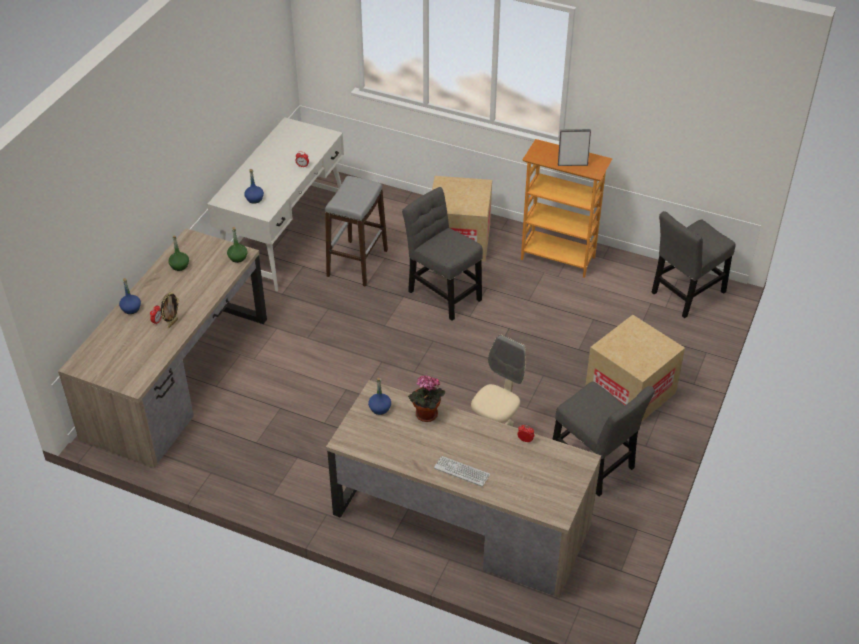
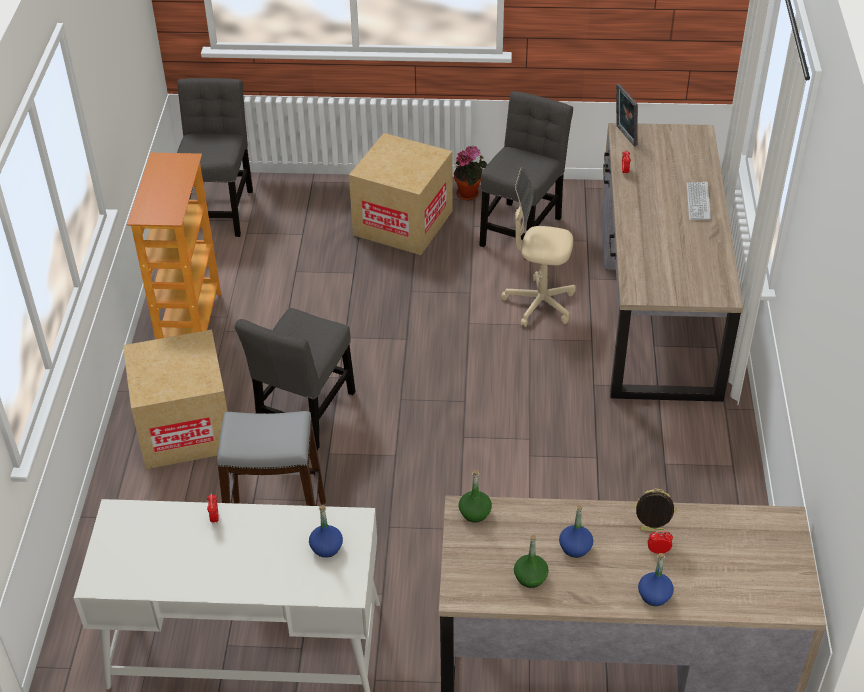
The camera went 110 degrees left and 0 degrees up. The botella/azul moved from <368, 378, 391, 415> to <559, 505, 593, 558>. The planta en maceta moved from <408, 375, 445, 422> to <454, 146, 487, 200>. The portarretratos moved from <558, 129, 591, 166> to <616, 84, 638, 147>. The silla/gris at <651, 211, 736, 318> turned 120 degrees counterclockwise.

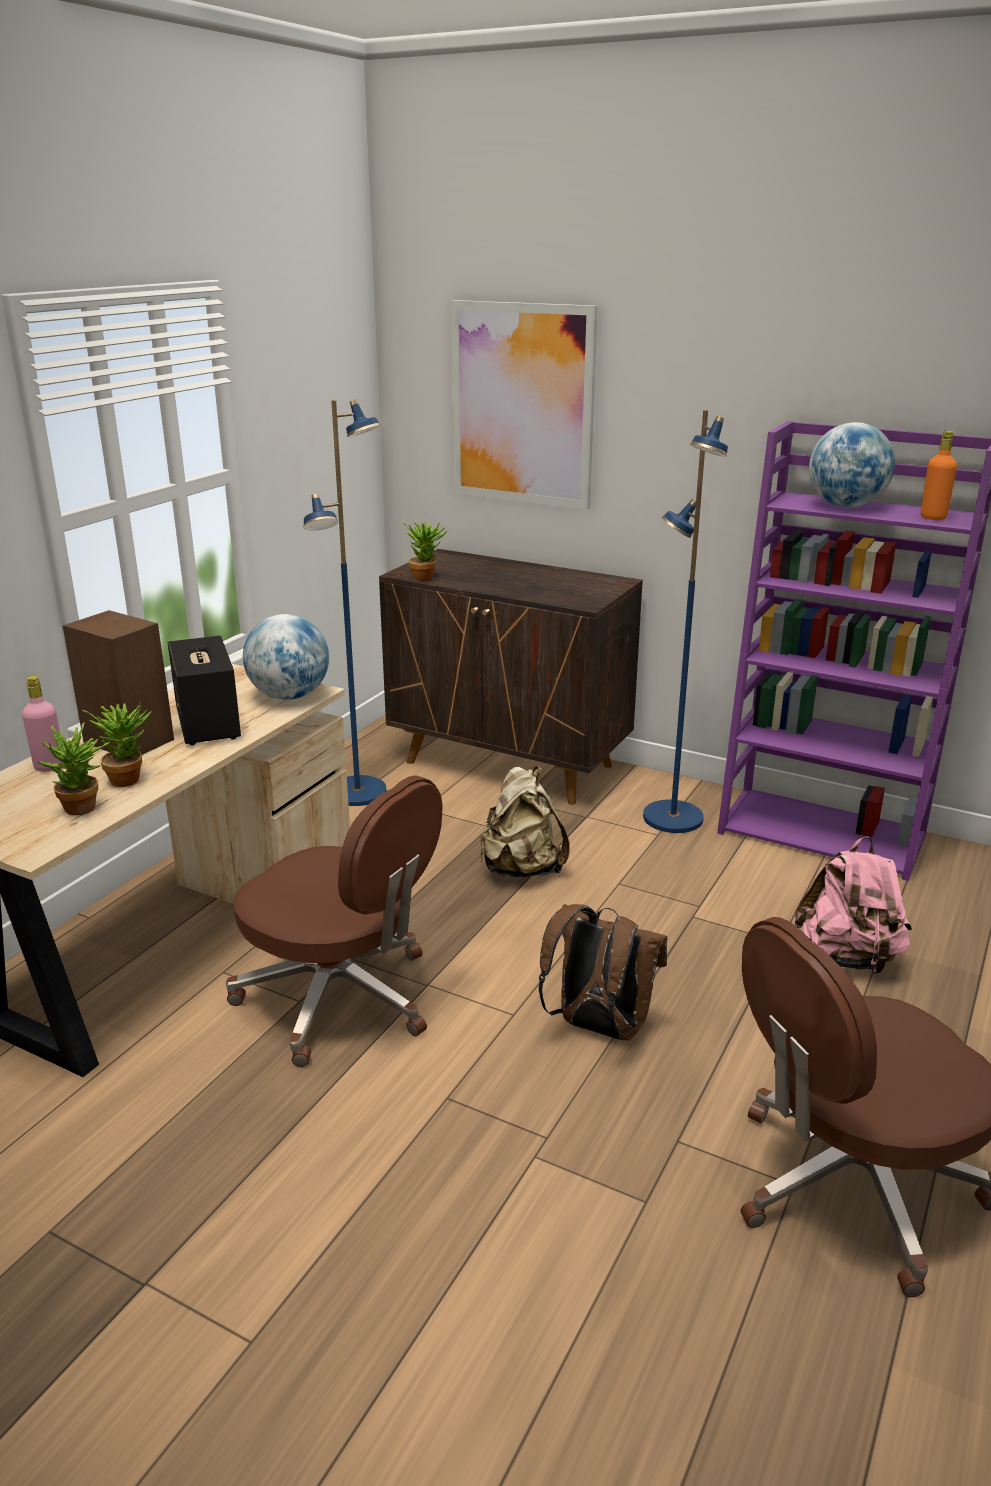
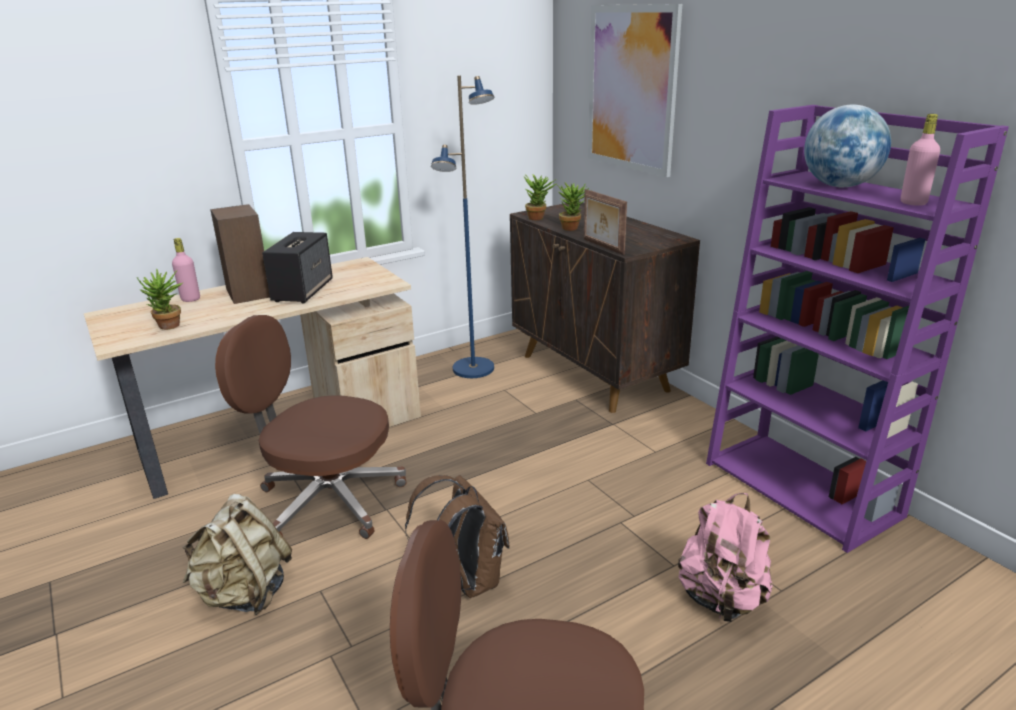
The camera went 30 degrees right and 0 degrees up. The planta en maceta moved from <83, 702, 152, 787> to <556, 183, 592, 231>. The silla de oficina/marrón at <226, 775, 443, 1067> turned 135 degrees clockwise. The globo terráqueo at <243, 614, 329, 700> disappeared. The mochila/beis moved from <480, 767, 570, 877> to <183, 494, 292, 615>. The lámpara de pie/azul at <643, 410, 728, 833> disappeared. The botella/naranja at <921, 431, 957, 520> became the botella/rosa at <901, 114, 940, 206>. The portarretratos at <584, 189, 627, 255> appeared.

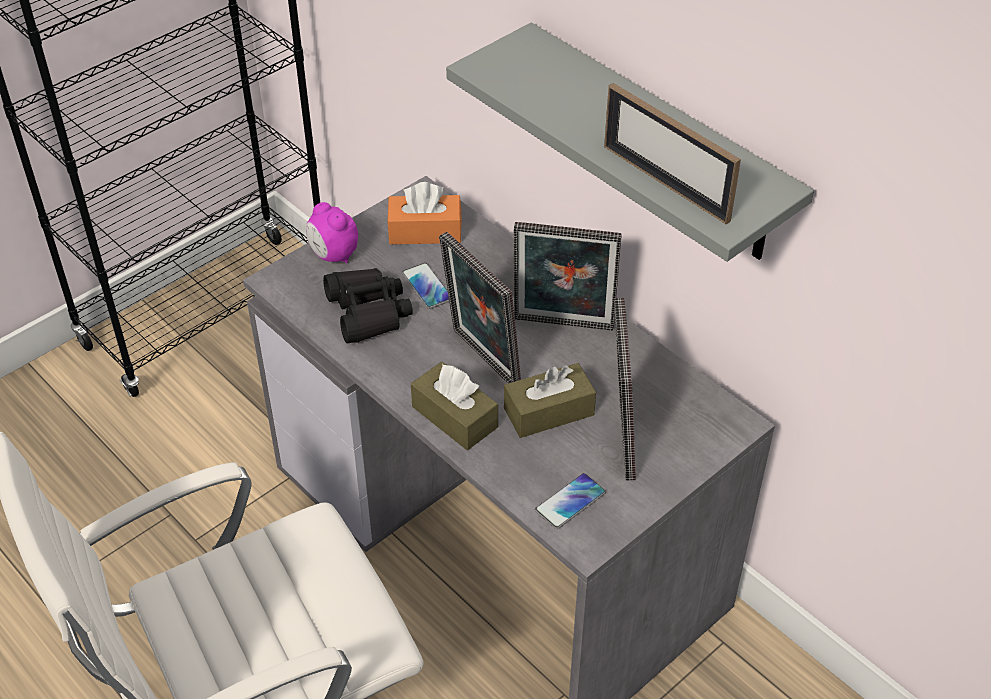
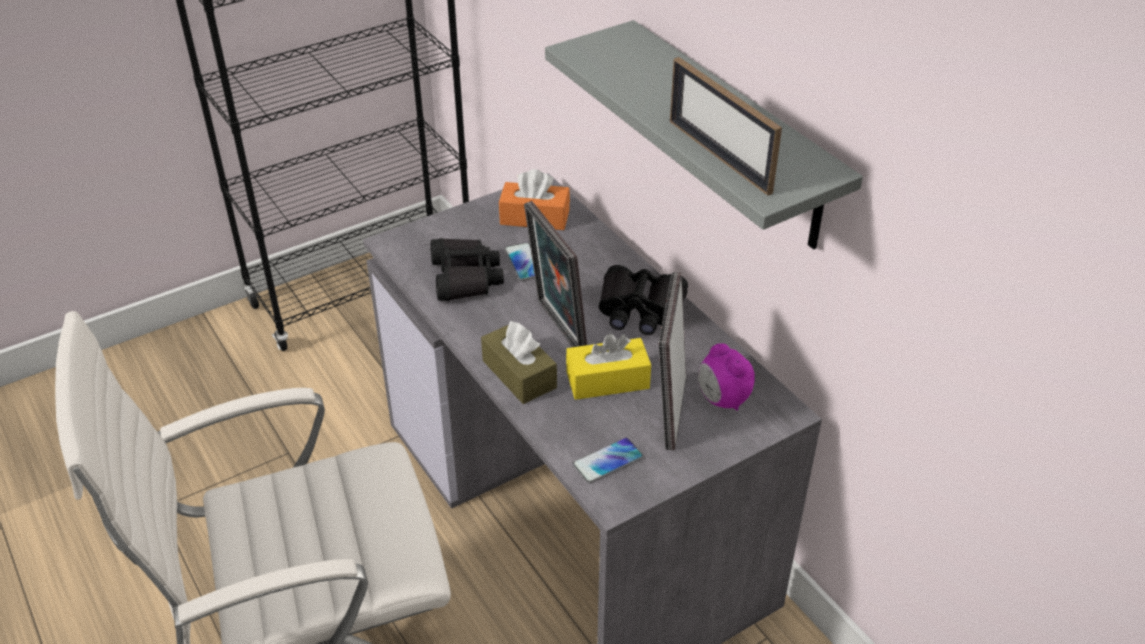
The camera went 10 degrees right and 5 degrees down. The despertador moved from <306, 202, 358, 263> to <698, 343, 755, 411>. The caja de pañuelos/marrón at <504, 363, 596, 438> became the caja de pañuelos/amarillo at <566, 333, 651, 400>. The portarretratos at <514, 222, 622, 331> was replaced by the prismáticos/negro at <598, 265, 688, 335>.

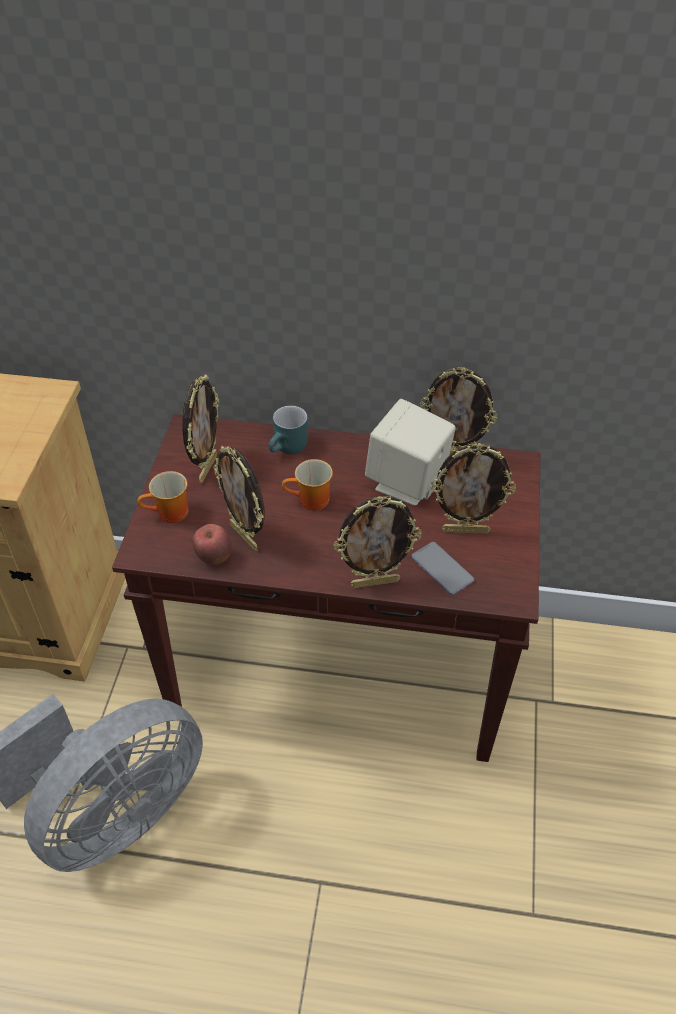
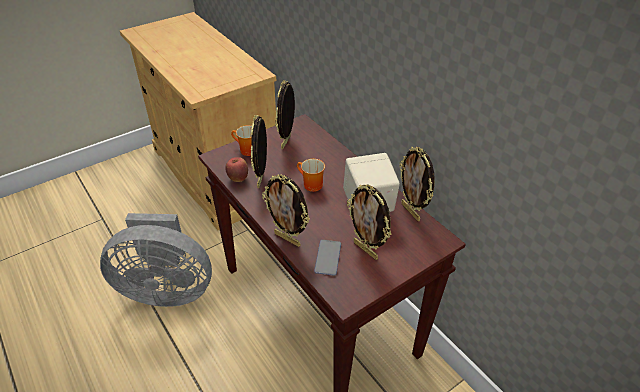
The camera went 45 degrees right and 5 degrees down. The portarretratos at <182, 374, 219, 483> turned 135 degrees clockwise. The taza grande/turquesa at <269, 406, 308, 454> disappeared.

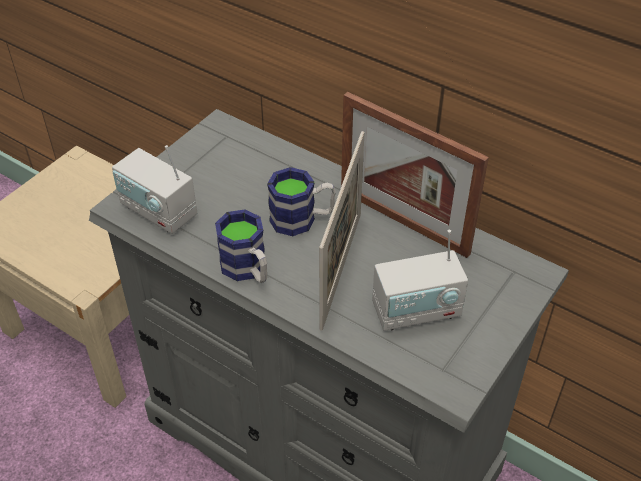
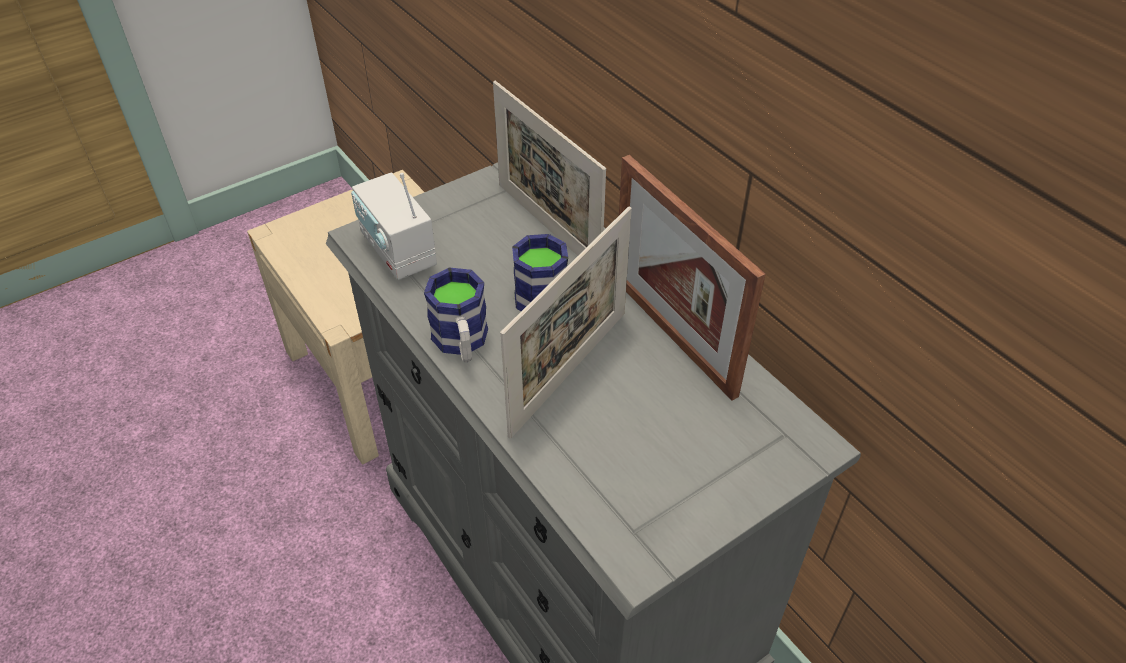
The camera went 20 degrees right and 0 degrees up. The radio at <372, 230, 468, 331> disappeared. The portarretratos at <493, 81, 606, 256> appeared.

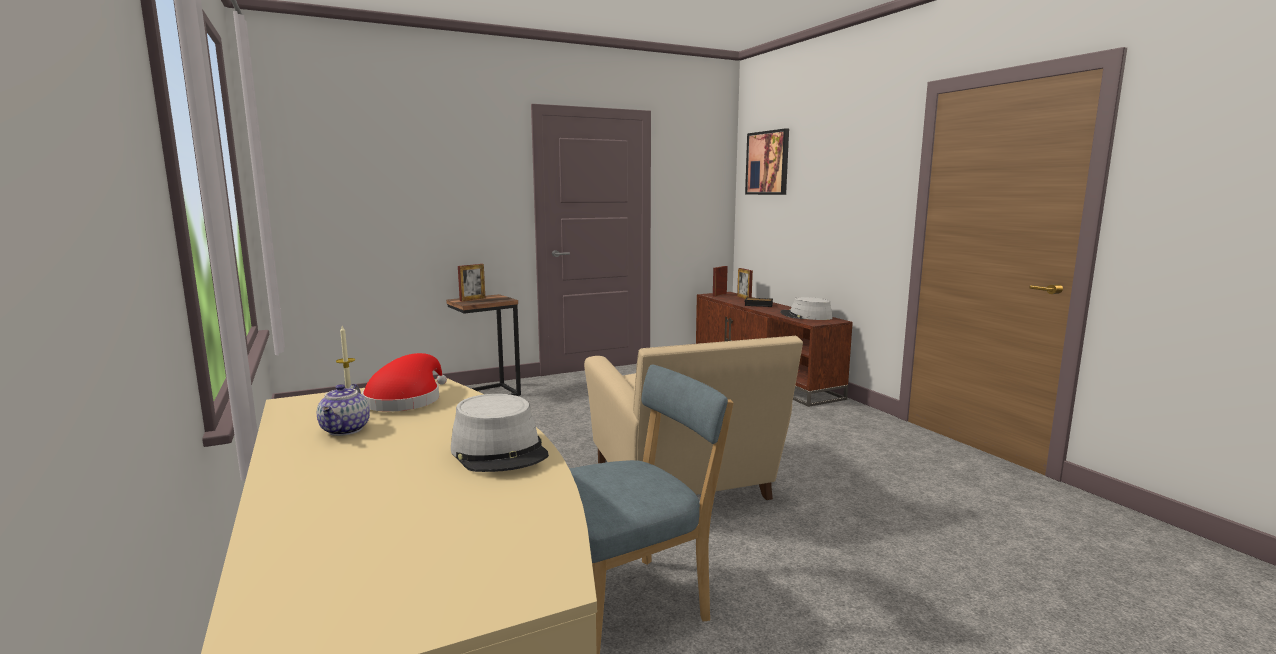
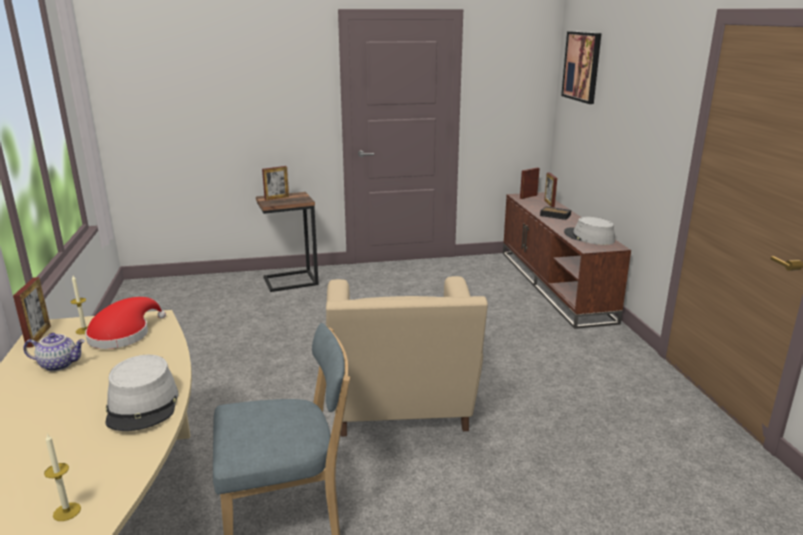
The camera went 15 degrees right and 10 degrees up. The tetera at <317, 384, 370, 436> turned 105 degrees counterclockwise. The portarretratos at <13, 277, 51, 348> appeared. The vela at <44, 433, 81, 521> appeared.

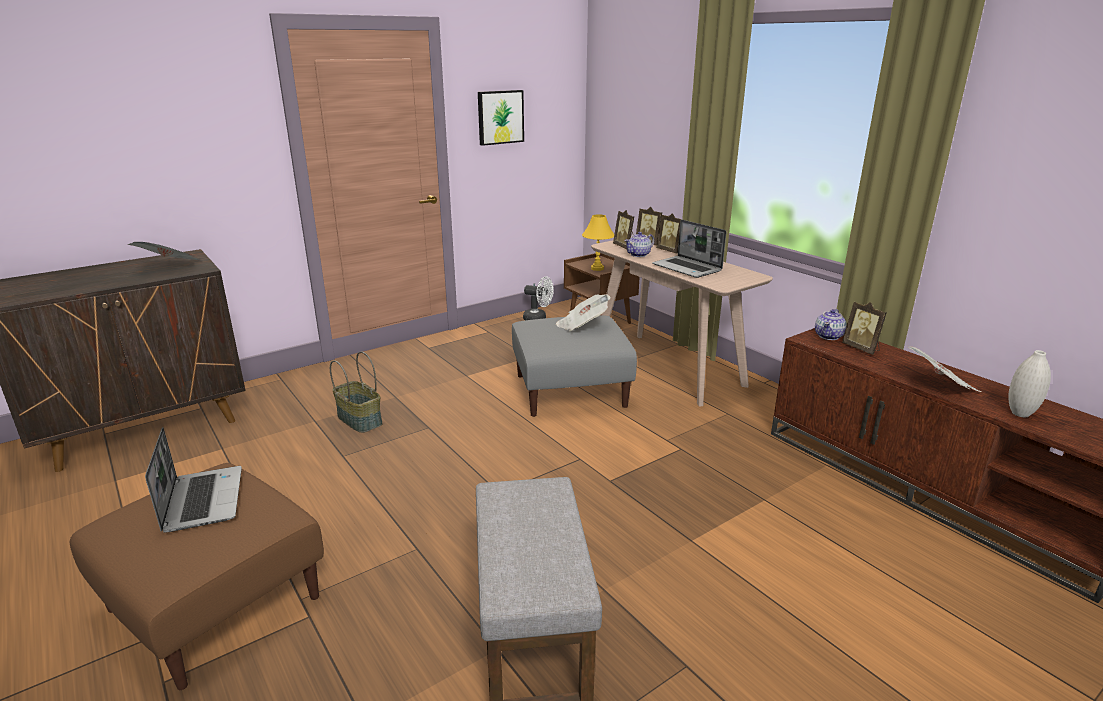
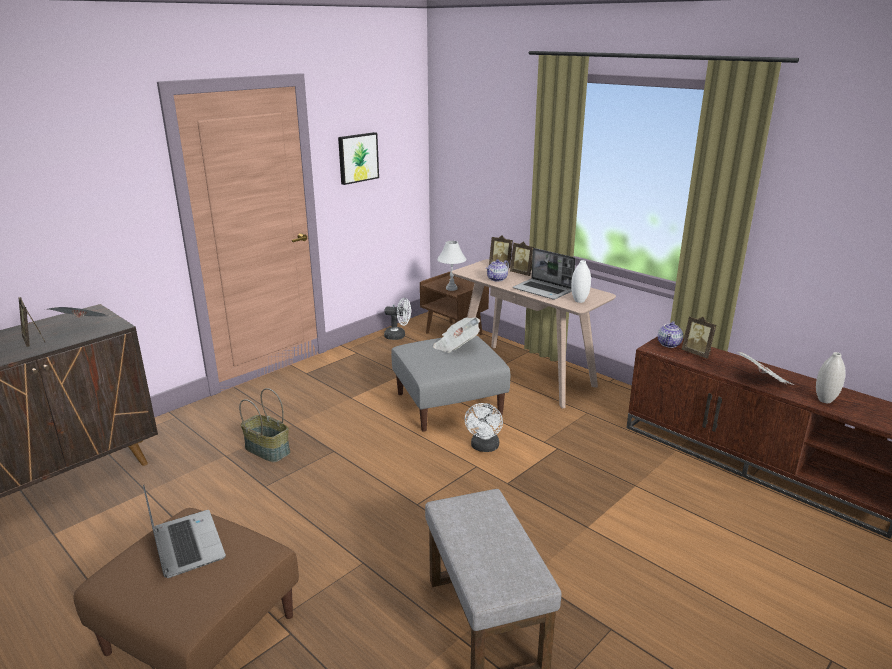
The camera went 10 degrees left and 0 degrees up. The lámpara de mesa/amarillo at <582, 214, 614, 271> became the lámpara de mesa/blanco at <437, 241, 467, 291>. The portarretratos moved from <613, 210, 634, 249> to <18, 297, 45, 347>. The ventilador/blanco at <465, 403, 503, 452> appeared. The florero/blanco at <571, 260, 591, 303> appeared.

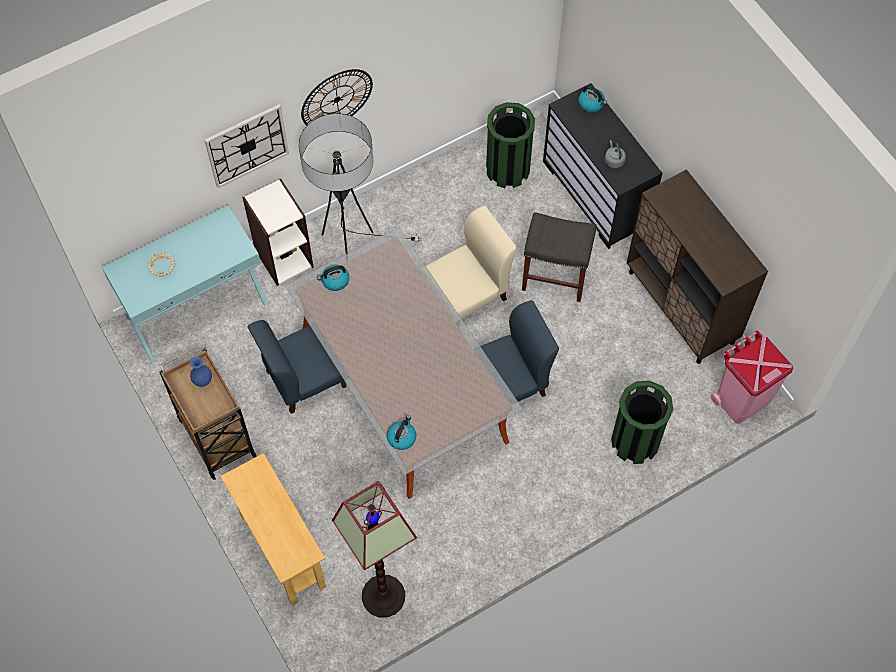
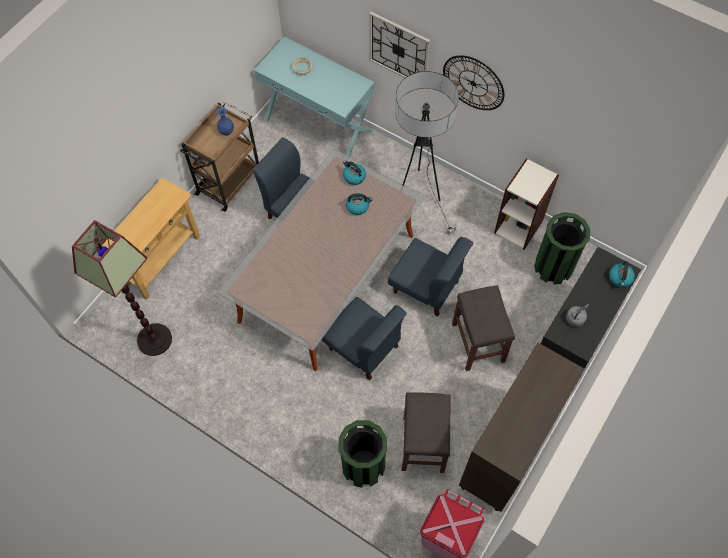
The camera went 65 degrees right and 0 degrees up. The estantería moved from <242, 179, 314, 286> to <494, 158, 559, 250>. The hervidor moved from <387, 415, 416, 450> to <346, 193, 373, 215>. The silla/beis at <426, 206, 517, 319> became the silla/azul at <388, 237, 473, 316>. The taburete/gris at <402, 392, 451, 473> appeared.

